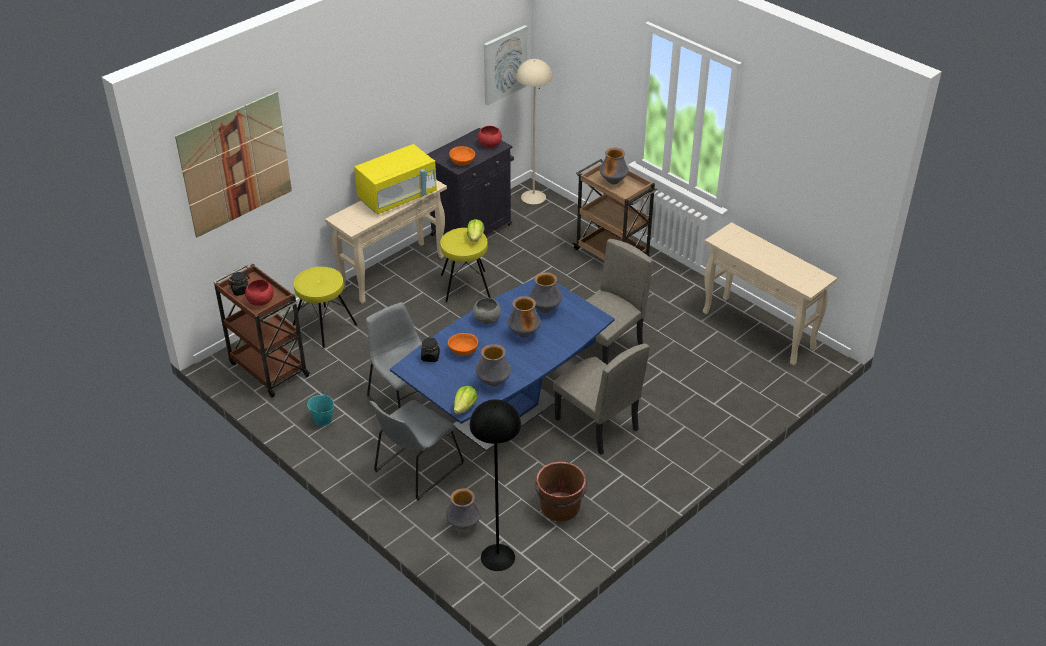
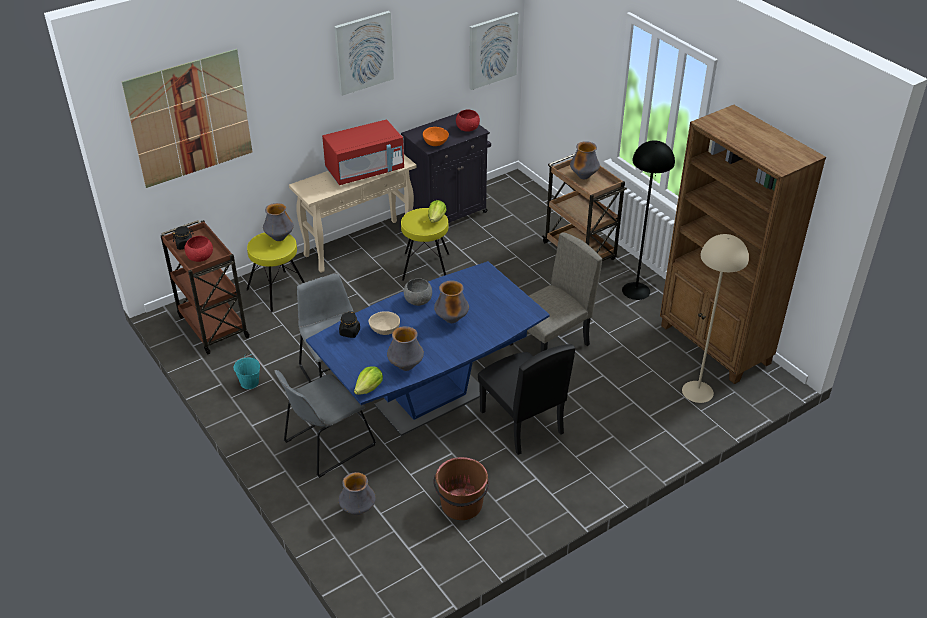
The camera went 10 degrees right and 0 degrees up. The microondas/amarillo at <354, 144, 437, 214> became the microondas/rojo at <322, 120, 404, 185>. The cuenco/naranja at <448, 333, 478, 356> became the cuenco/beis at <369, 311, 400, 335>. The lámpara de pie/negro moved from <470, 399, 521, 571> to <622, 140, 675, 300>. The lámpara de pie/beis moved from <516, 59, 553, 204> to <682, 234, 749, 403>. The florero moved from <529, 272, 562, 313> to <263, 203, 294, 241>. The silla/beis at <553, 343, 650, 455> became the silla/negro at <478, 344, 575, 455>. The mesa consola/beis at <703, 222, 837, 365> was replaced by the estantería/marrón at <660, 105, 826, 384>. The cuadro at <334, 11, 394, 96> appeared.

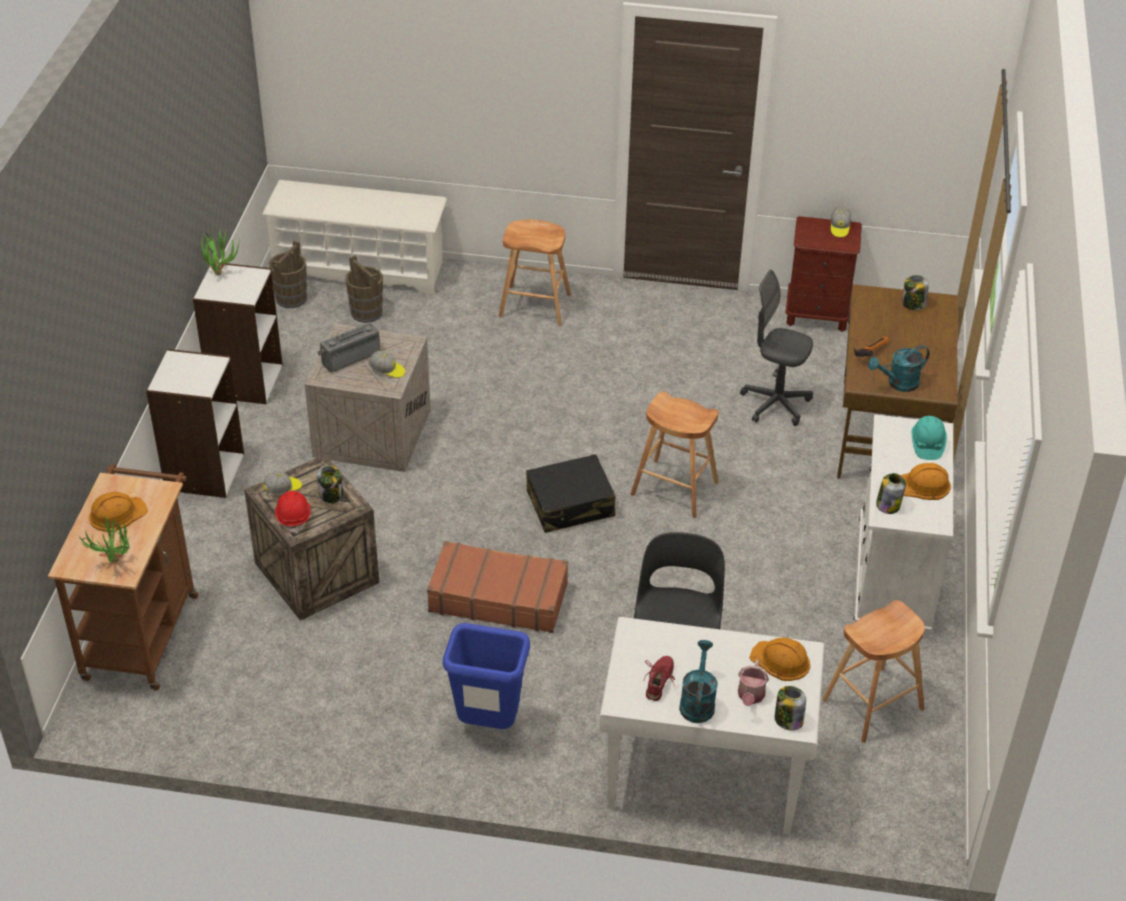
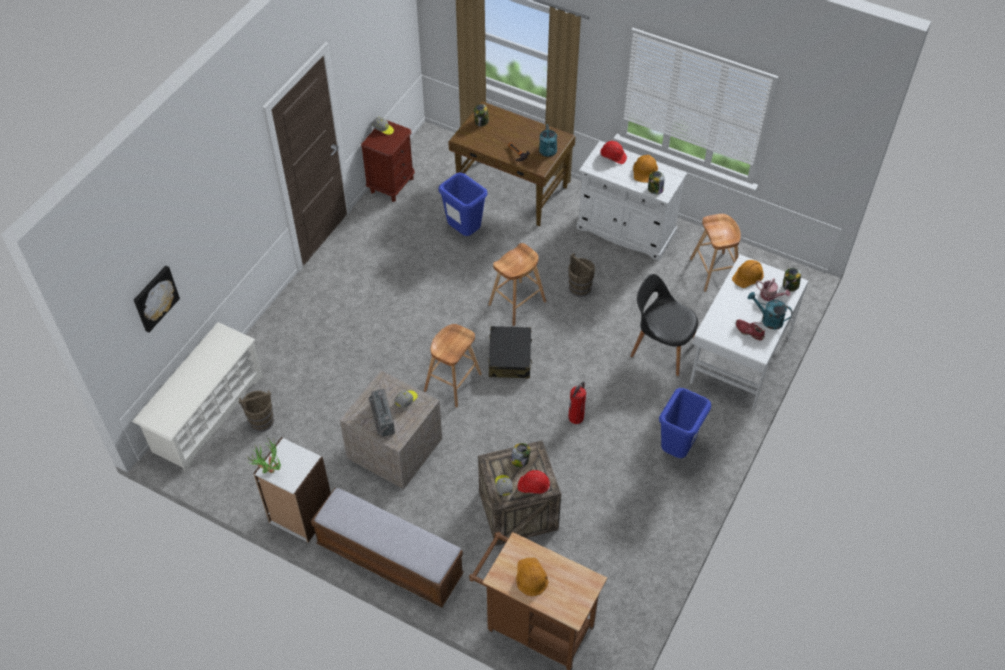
The camera went 70 degrees left and 10 degrees up. The planta en maceta at <79, 516, 131, 563> disappeared. The estantería/blanco at <146, 349, 244, 498> was replaced by the banco at <311, 488, 464, 607>. The cubo/marrón moved from <269, 240, 307, 308> to <568, 253, 595, 297>. The maleta/marrón at <427, 541, 568, 633> was replaced by the extintor at <568, 382, 586, 424>. The taburete/marrón moved from <499, 220, 571, 325> to <424, 324, 482, 408>. The silla de oficina/gris at <740, 269, 813, 426> was replaced by the papelera/azul at <438, 172, 487, 236>. The casco/turquesa at <912, 416, 947, 460> became the casco/rojo at <600, 141, 627, 164>. The cuadro at <134, 266, 180, 333> appeared.

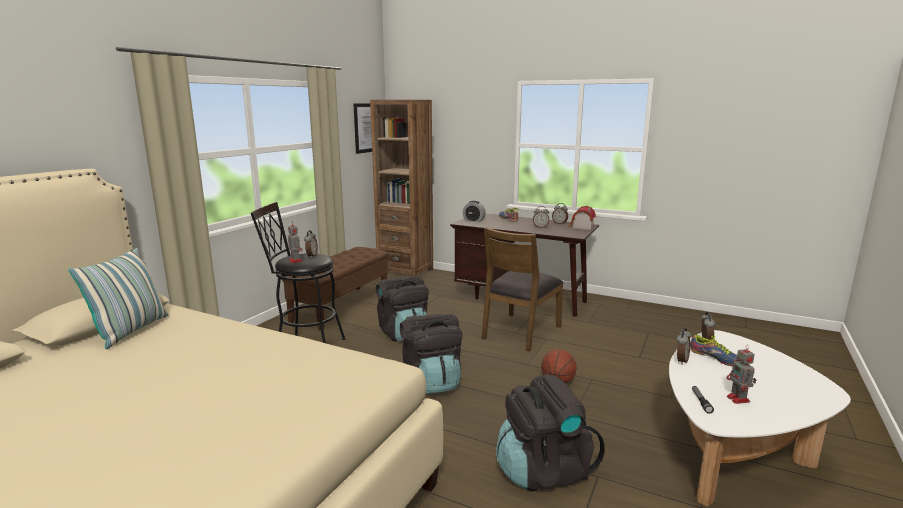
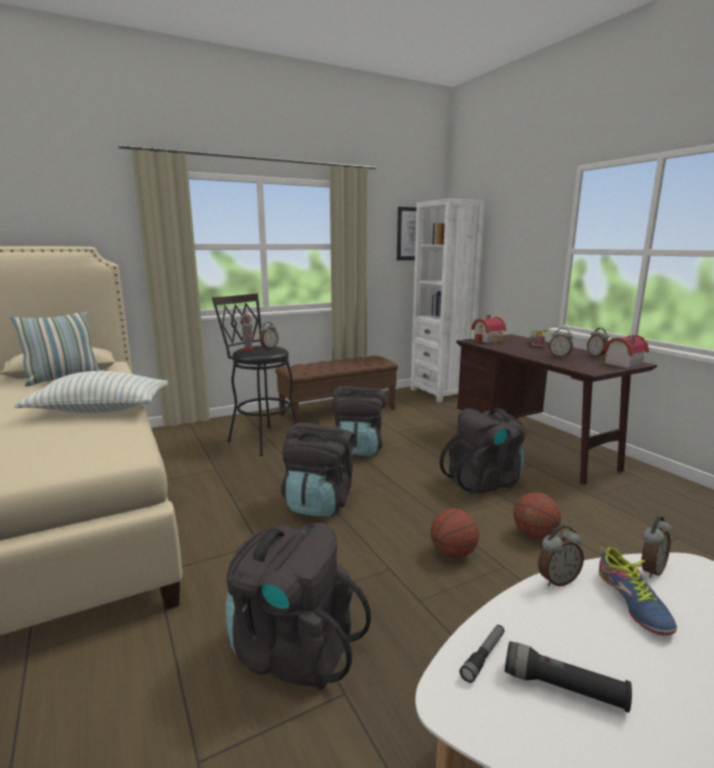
The camera went 35 degrees right and 0 degrees up. The estantería/marrón at <370, 100, 433, 277> became the estantería/blanco at <411, 199, 485, 402>. The despertador at <463, 201, 486, 222> was replaced by the casita at <471, 315, 506, 344>. The silla/marrón at <482, 227, 564, 351> was replaced by the mochila/negro at <440, 408, 525, 495>. The robot de juguete at <727, 345, 756, 404> was replaced by the linterna/negro at <505, 641, 632, 713>. The cojín at <14, 371, 168, 413> appeared. The balón de baloncesto at <513, 492, 561, 539> appeared.

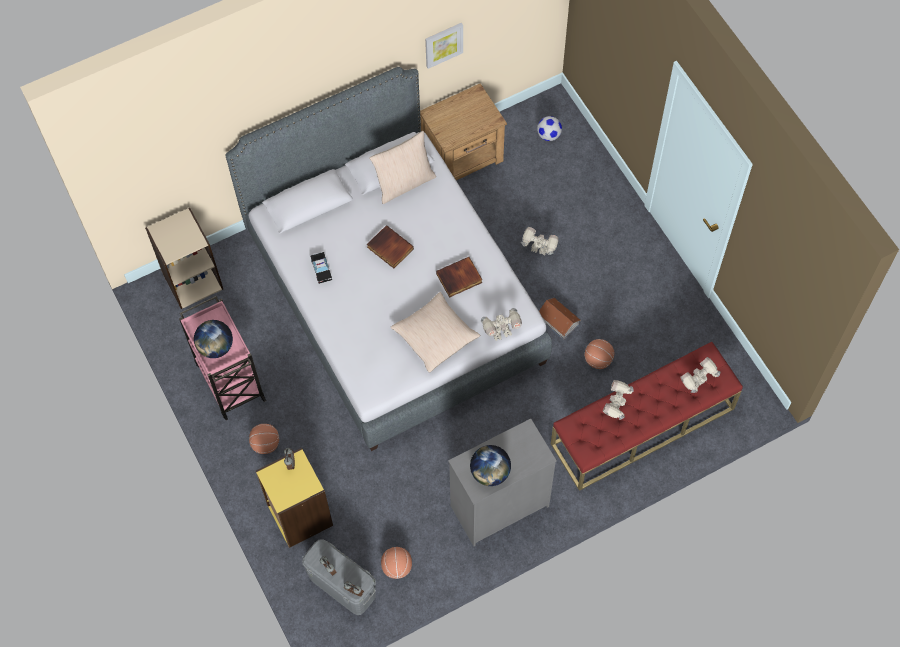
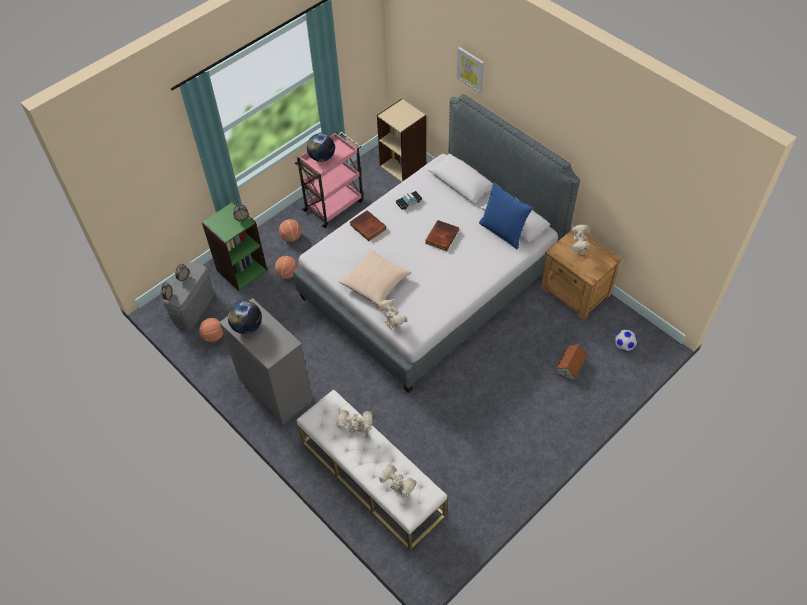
The camera went 75 degrees right and 10 degrees down. The estantería/amarillo at <256, 448, 333, 548> became the estantería/verde at <202, 202, 267, 291>. The cojín/beis at <369, 131, 436, 204> became the cojín/azul at <479, 182, 533, 249>. The cuadro moved from <425, 23, 463, 69> to <457, 47, 484, 94>. The libro moved from <436, 257, 482, 298> to <350, 210, 386, 241>. The robot de juguete moved from <521, 227, 558, 255> to <571, 225, 589, 255>. The casita moved from <539, 297, 581, 340> to <556, 344, 587, 381>. The banco/rojo at <551, 342, 743, 491> became the banco/blanco at <297, 390, 447, 550>. The balón de baloncesto moved from <585, 339, 614, 369> to <275, 256, 298, 279>.

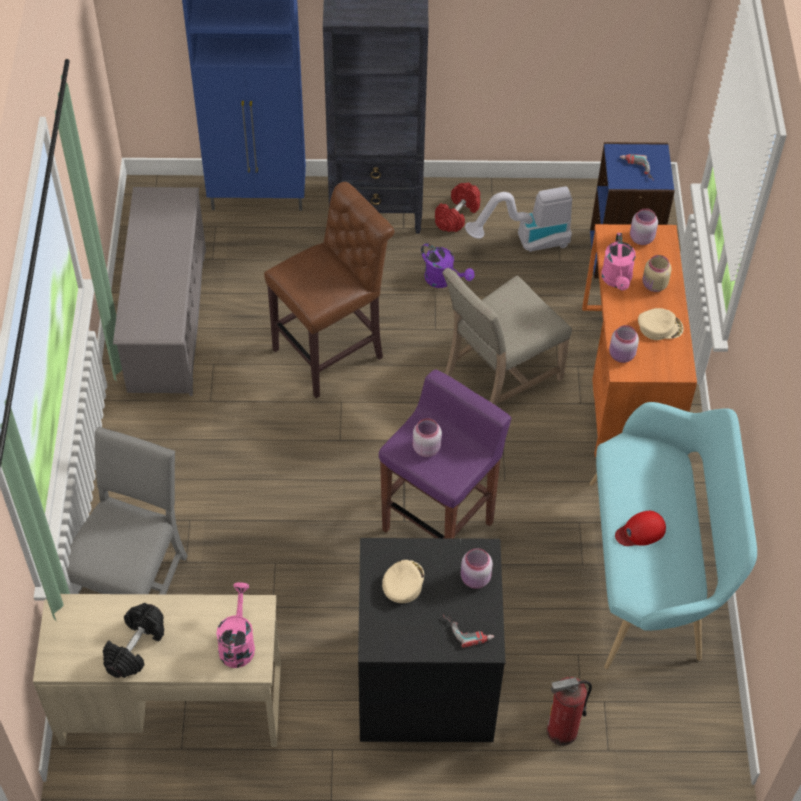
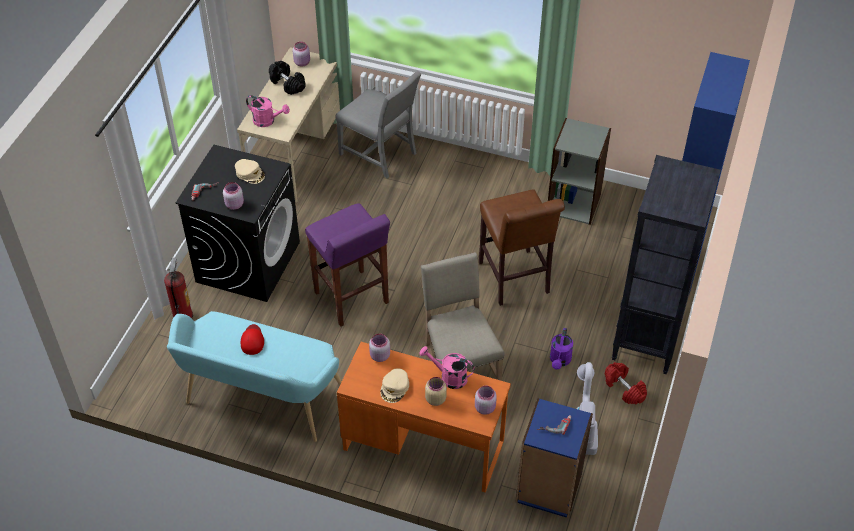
The camera went 110 degrees right and 5 degrees down. The zapatero/gris at <113, 187, 206, 396> was replaced by the estantería/gris at <548, 118, 611, 225>. The tarro/rosa moved from <413, 418, 442, 457> to <293, 42, 310, 67>. The regadera/morado at <421, 243, 474, 288> turned 45 degrees counterclockwise.

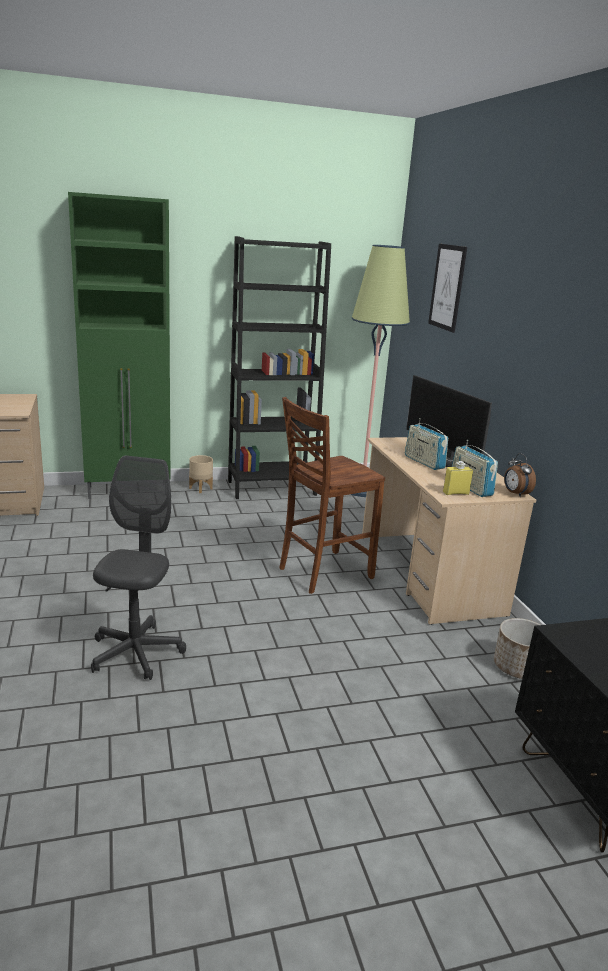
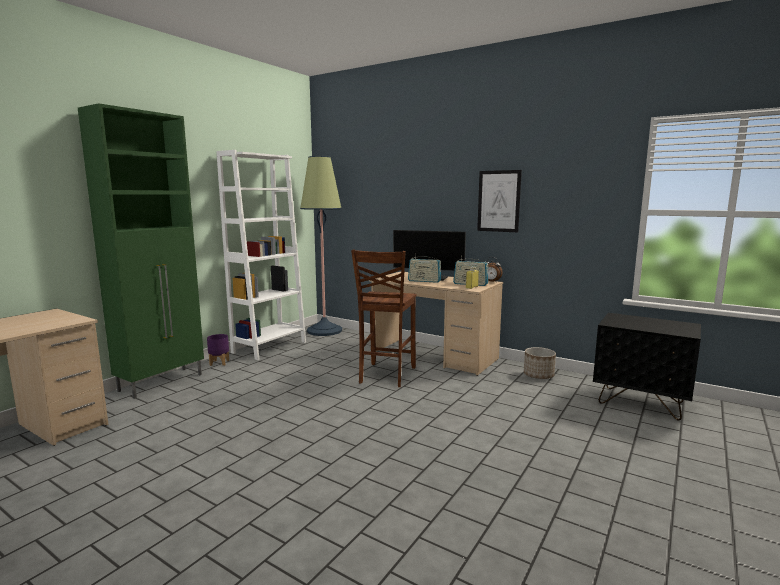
The camera went 40 degrees left and 10 degrees down. The silla de oficina/gris at <91, 456, 186, 680> disappeared. The maceta/beis at <189, 455, 213, 493> became the maceta/morado at <207, 334, 229, 366>. The estantería/negro at <228, 236, 331, 499> became the estantería/blanco at <216, 150, 306, 360>. The cuadro moved from <428, 244, 467, 333> to <477, 170, 522, 232>.

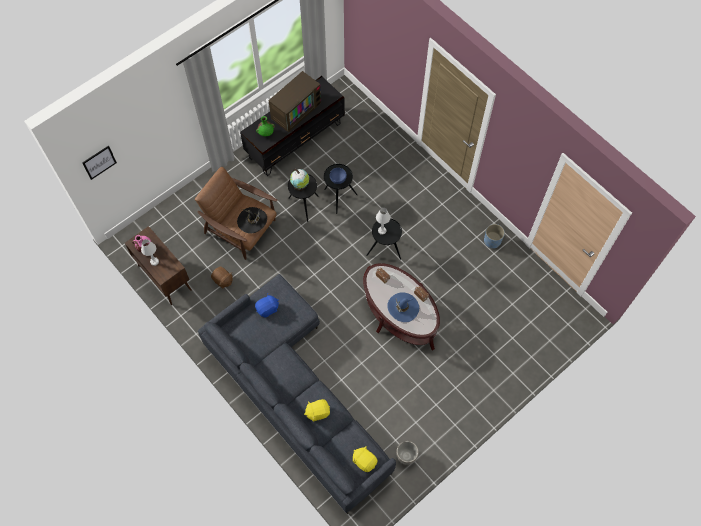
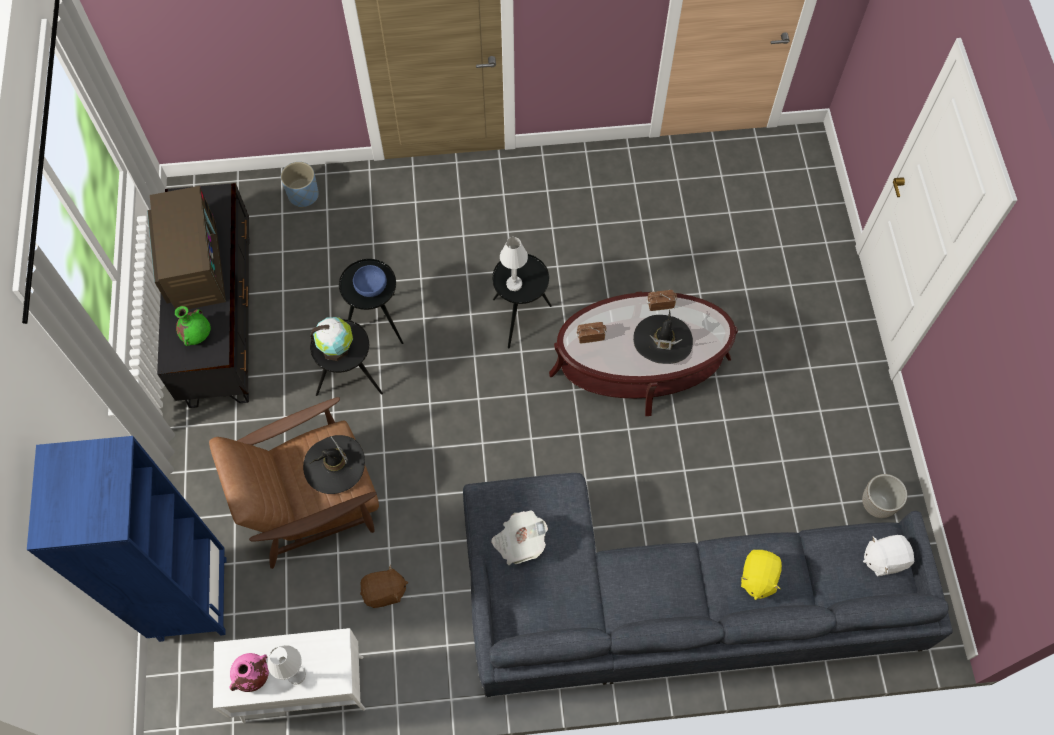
The camera went 55 degrees left and 0 degrees up. The cuadro at <82, 145, 117, 180> disappeared. The armario/marrón at <125, 226, 192, 305> became the armario/blanco at <213, 628, 365, 723>. The peluche/azul at <255, 294, 279, 317> was replaced by the periódico at <492, 510, 548, 565>. The peluche/amarillo at <353, 446, 378, 472> became the peluche/blanco at <863, 535, 914, 577>. The sombrero/azul at <387, 292, 419, 322> became the sombrero/negro at <633, 309, 693, 364>. The maceta/azul moved from <484, 224, 505, 248> to <281, 162, 319, 208>. The estantería/azul at <27, 436, 227, 642> appeared.

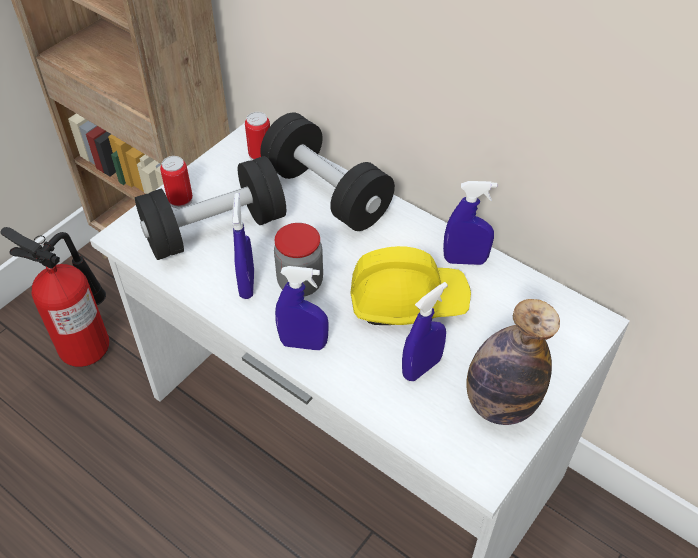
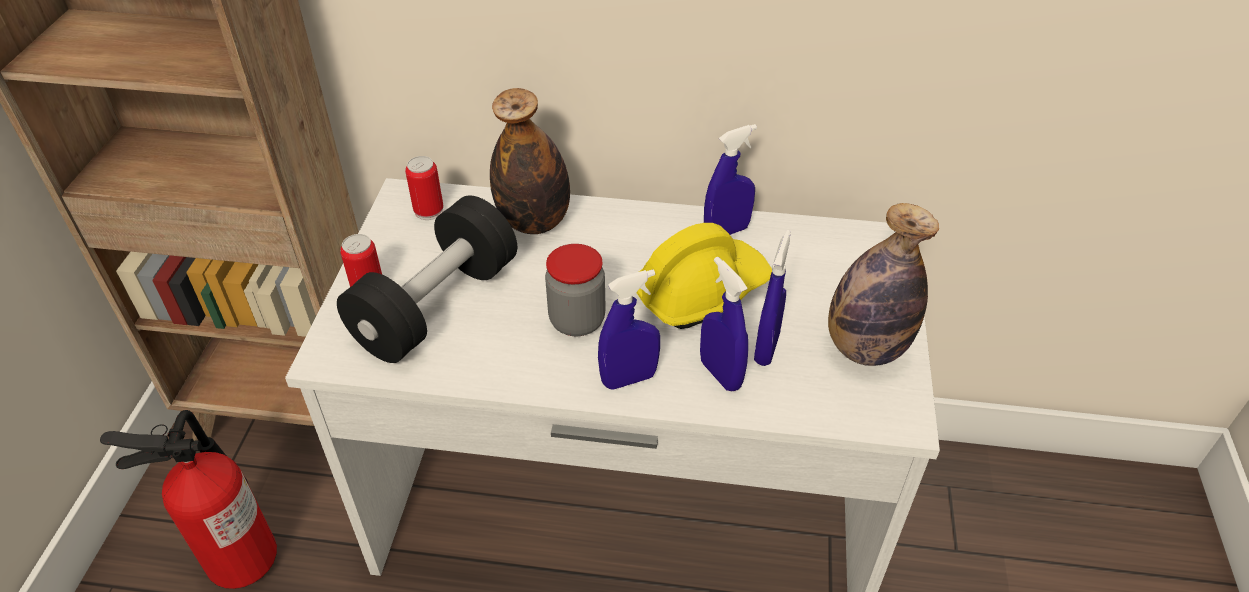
The camera went 30 degrees left and 5 degrees down. The pulverizador/azul moved from <232, 193, 254, 299> to <700, 257, 748, 391>. The mancuerna/negro at <260, 113, 395, 231> was replaced by the botella at <490, 88, 570, 234>.

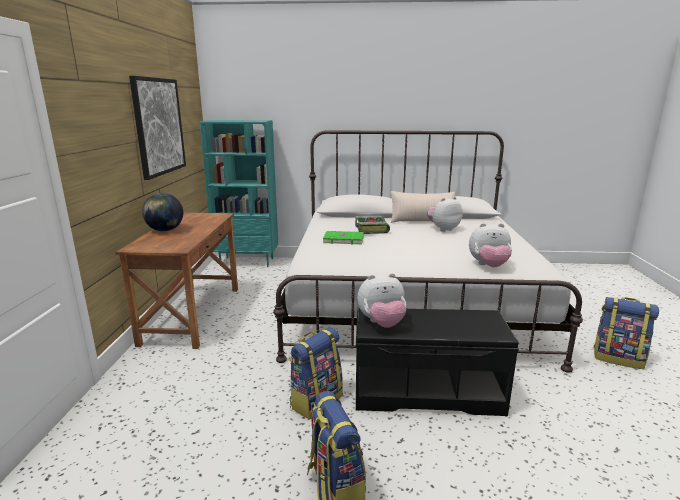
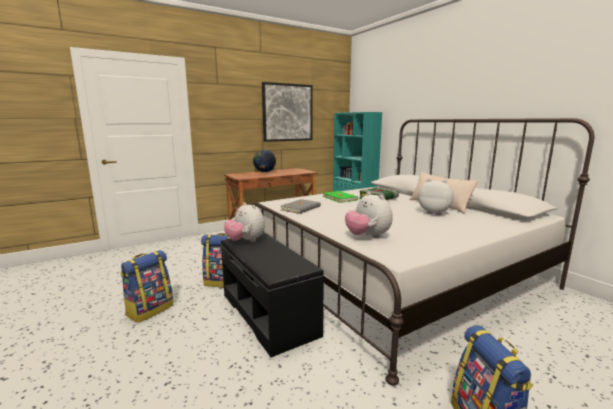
The camera went 55 degrees right and 5 degrees down. The libro/gris at <281, 199, 321, 214> appeared.

